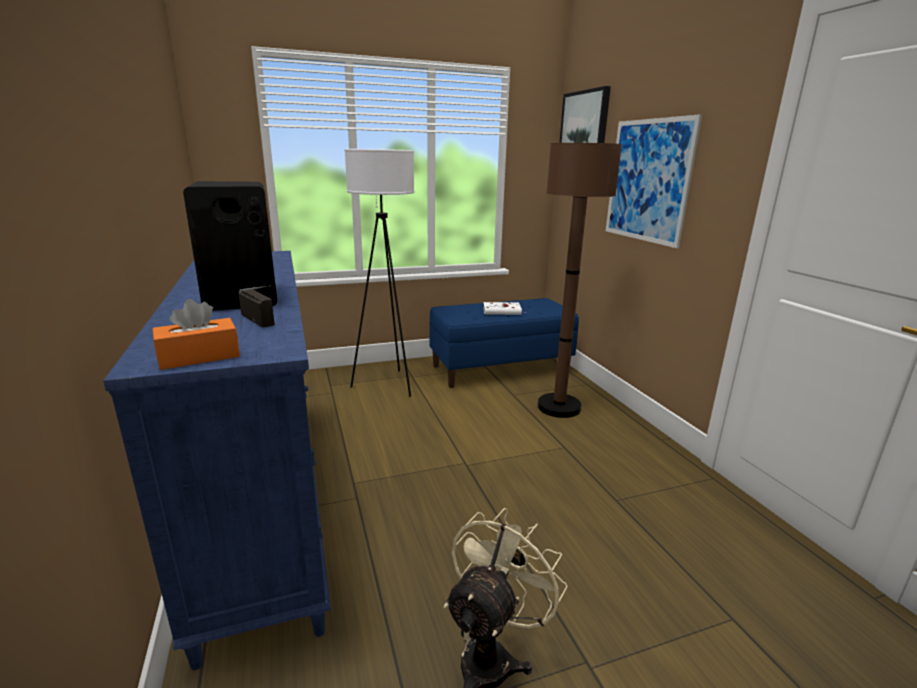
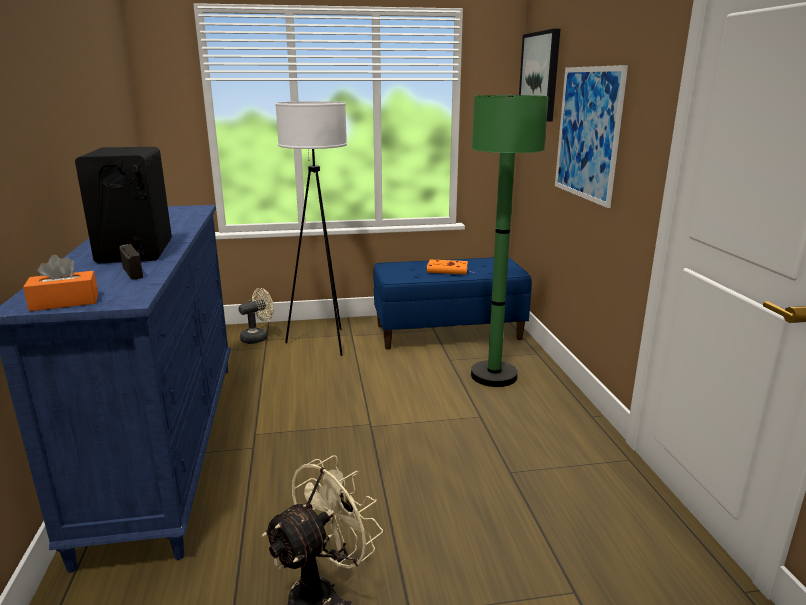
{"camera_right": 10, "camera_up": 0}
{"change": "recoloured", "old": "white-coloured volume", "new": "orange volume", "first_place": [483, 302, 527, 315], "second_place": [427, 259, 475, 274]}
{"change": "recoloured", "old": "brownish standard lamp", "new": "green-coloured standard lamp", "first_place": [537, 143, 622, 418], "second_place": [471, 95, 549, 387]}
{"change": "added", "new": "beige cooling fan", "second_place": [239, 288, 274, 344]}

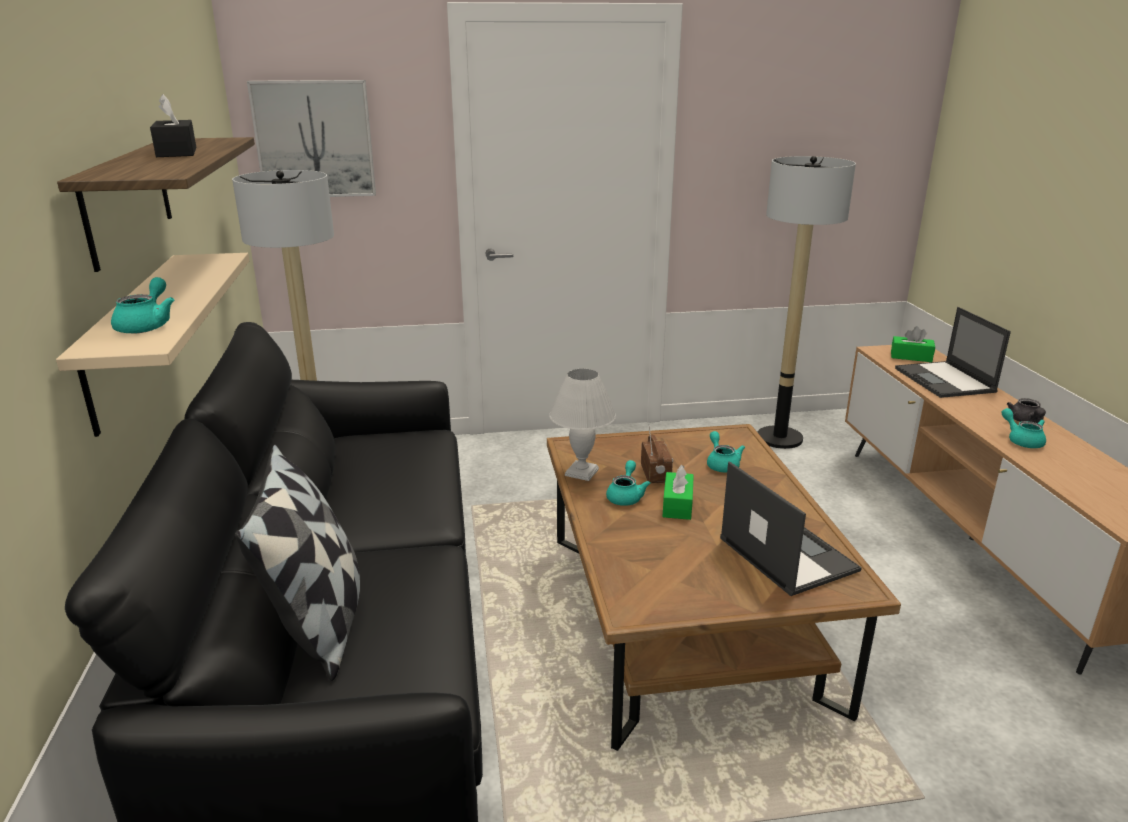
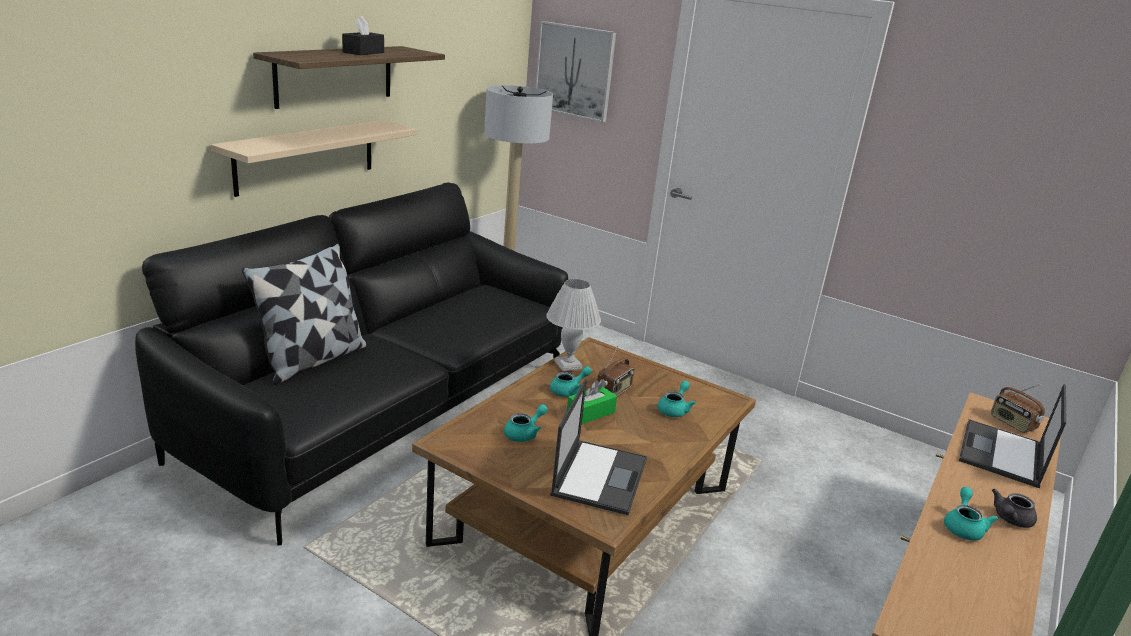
{"camera_right": 40, "camera_up": 0}
{"change": "moved", "old": "turquoise-coloured teapot", "first_place": [111, 277, 174, 333], "second_place": [504, 404, 548, 442]}
{"change": "removed", "old": "standard lamp", "first_place": [758, 156, 856, 449]}
{"change": "replaced", "old": "green-coloured box of tissues", "new": "radio receiver", "first_place": [891, 326, 935, 362], "second_place": [991, 384, 1045, 433]}

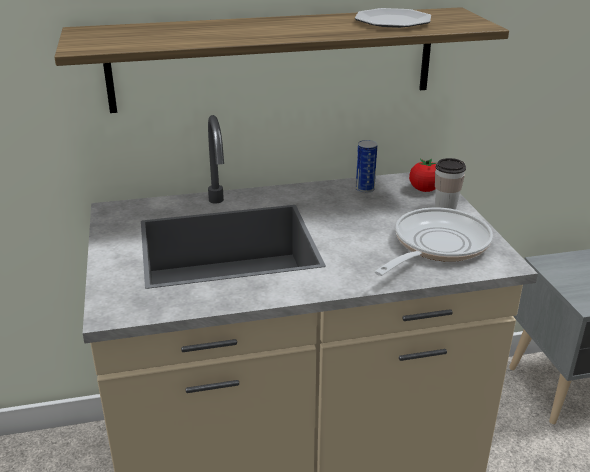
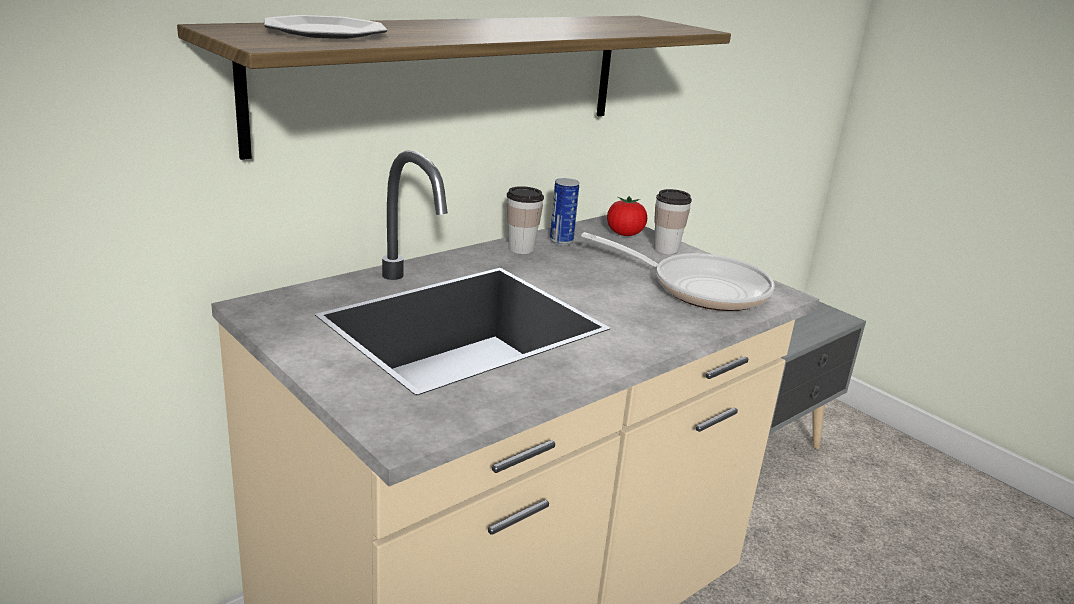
{"camera_right": -30, "camera_up": -5}
{"change": "moved", "old": "flat dish", "first_place": [355, 8, 431, 28], "second_place": [264, 15, 387, 39]}
{"change": "turned", "old": "skillet", "first_place": [374, 208, 493, 276], "second_place": [581, 232, 775, 311], "degrees": 105}
{"change": "added", "new": "cup", "second_place": [507, 186, 544, 254]}

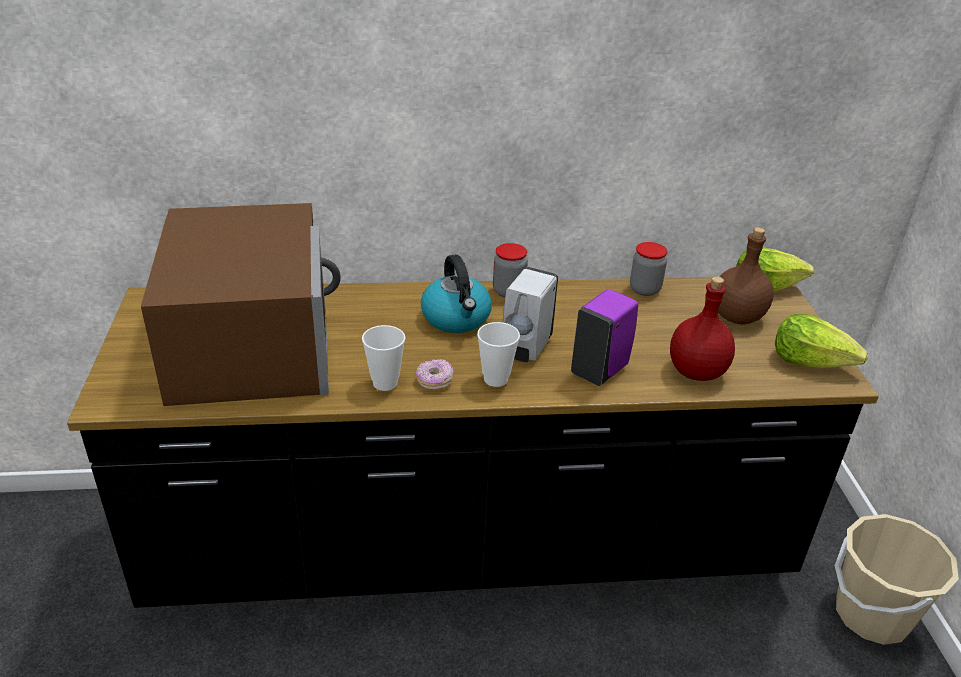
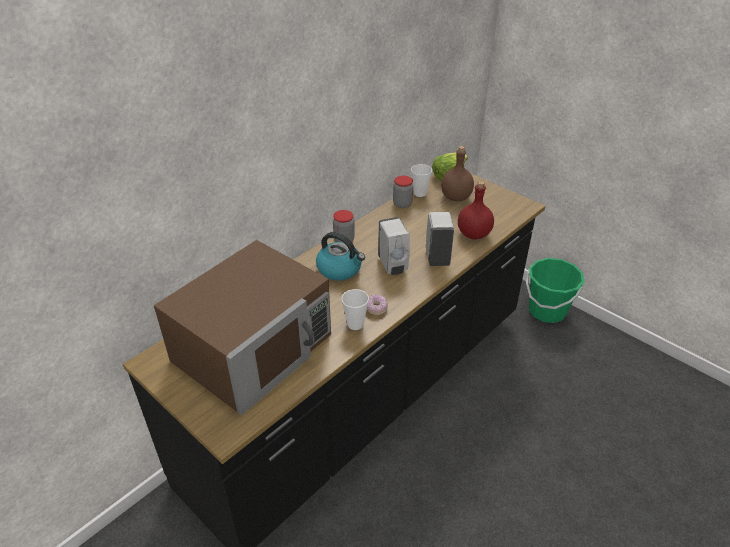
{"camera_right": -40, "camera_up": 5}
{"change": "turned", "old": "brownish microwave", "first_place": [141, 203, 341, 406], "second_place": [154, 240, 331, 415], "degrees": 90}
{"change": "moved", "old": "cup", "first_place": [477, 322, 520, 387], "second_place": [411, 164, 432, 197]}
{"change": "recoloured", "old": "purplish liquid soap bottle", "new": "white-coloured liquid soap bottle", "first_place": [571, 289, 638, 386], "second_place": [426, 212, 454, 266]}
{"change": "removed", "old": "head of lettuce", "first_place": [775, 313, 868, 368]}
{"change": "recoloured", "old": "beige bucket", "new": "green-coloured bucket", "first_place": [835, 514, 959, 645], "second_place": [526, 258, 584, 323]}

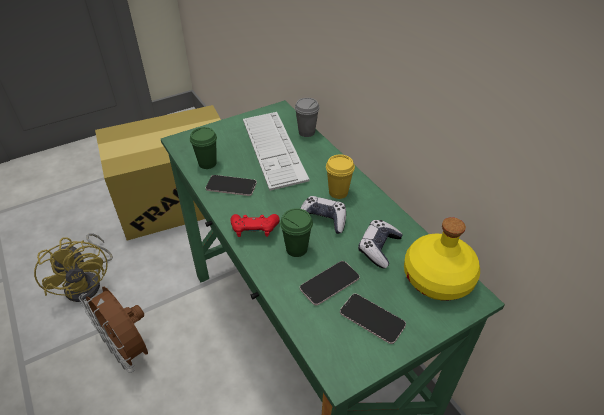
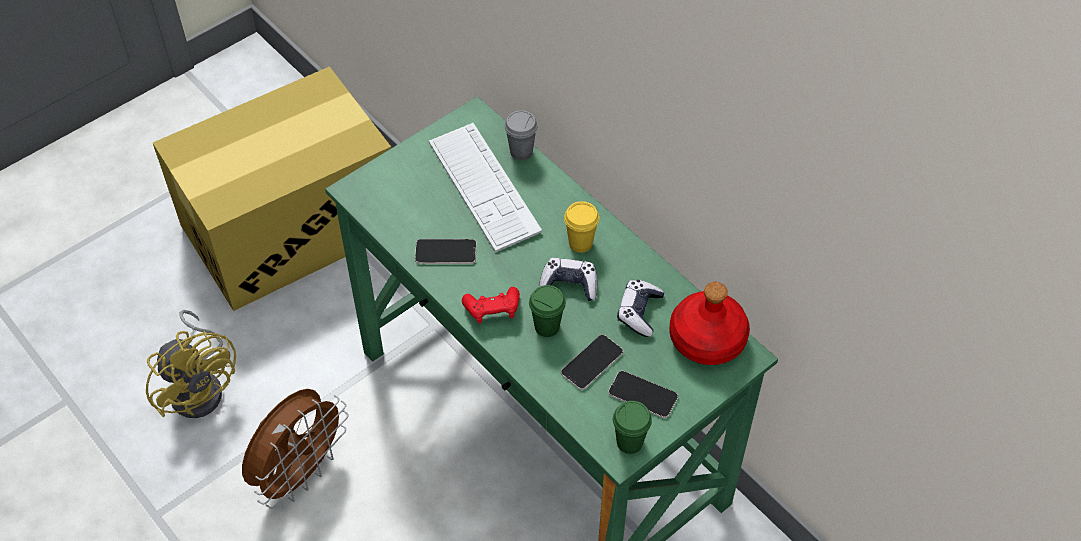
{"camera_right": -10, "camera_up": 10}
{"change": "turned", "old": "brownish cooling fan", "first_place": [79, 287, 148, 373], "second_place": [242, 389, 349, 509], "degrees": -90}
{"change": "moved", "old": "green-coloured cup", "first_place": [190, 127, 217, 169], "second_place": [613, 401, 652, 454]}
{"change": "recoloured", "old": "yellow beverage bottle", "new": "red beverage bottle", "first_place": [404, 217, 480, 301], "second_place": [670, 282, 750, 365]}

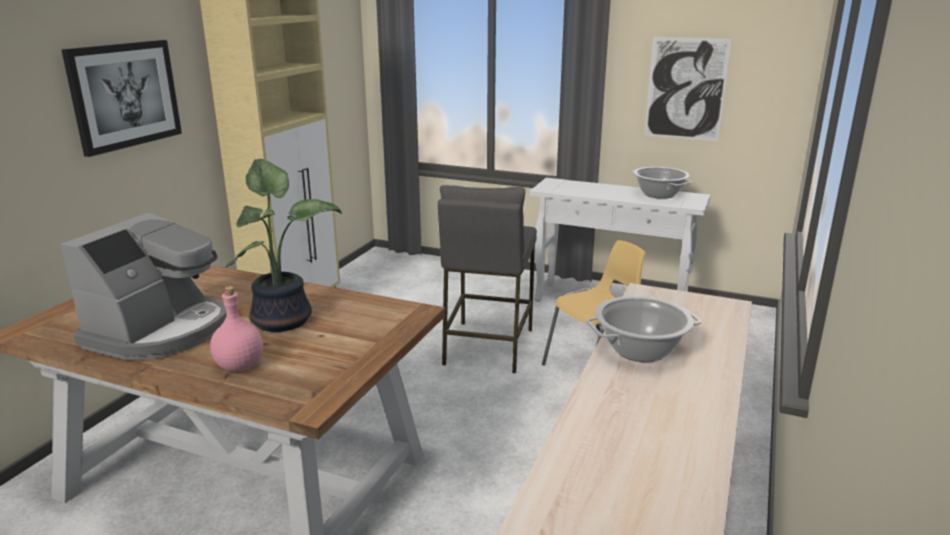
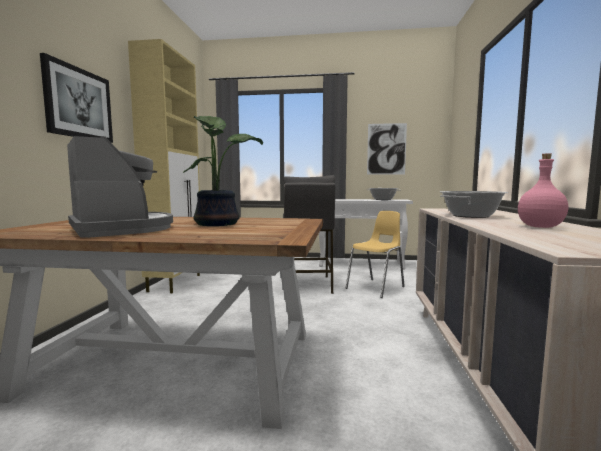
{"camera_right": -15, "camera_up": -15}
{"change": "turned", "old": "coffee brewer", "first_place": [60, 212, 227, 360], "second_place": [67, 136, 173, 238], "degrees": -45}
{"change": "moved", "old": "pinkish beverage bottle", "first_place": [210, 286, 263, 372], "second_place": [518, 153, 568, 228]}

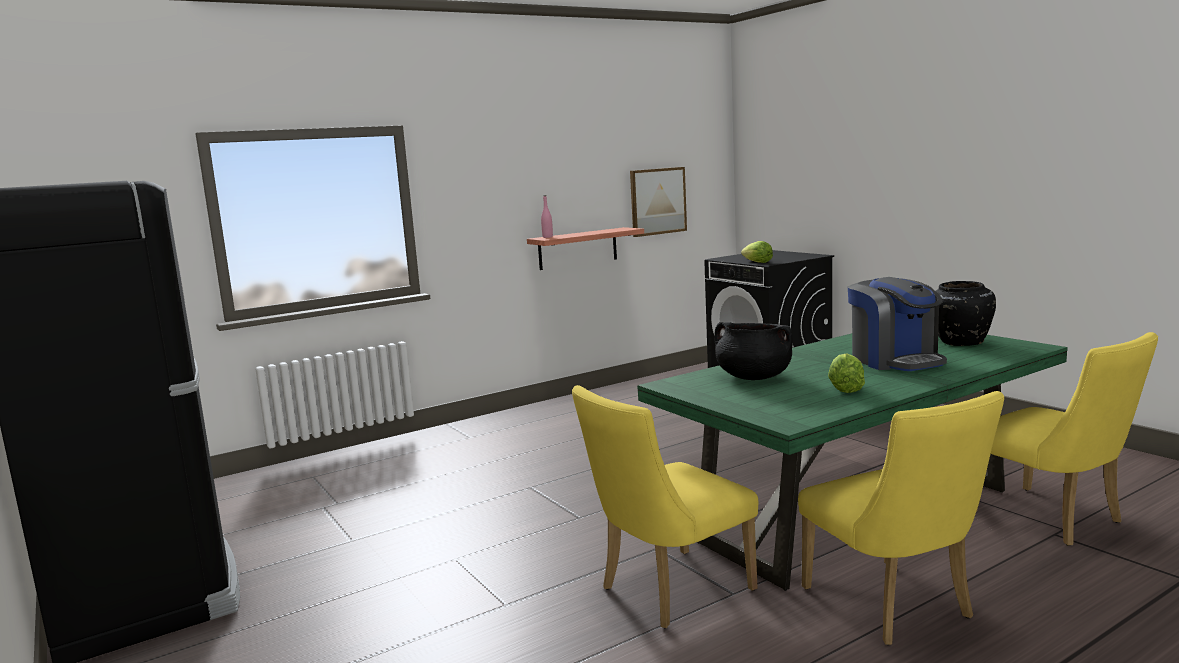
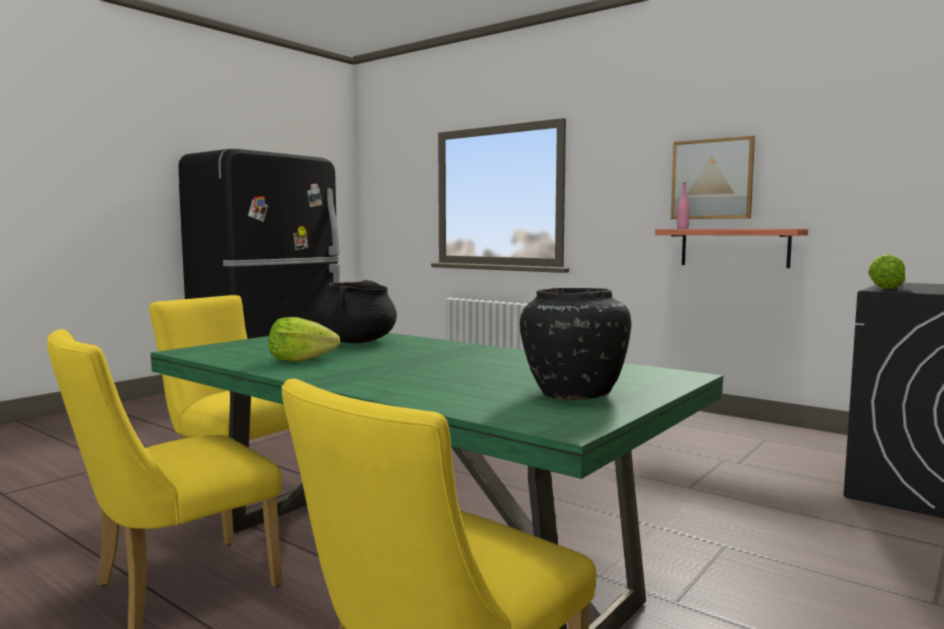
{"camera_right": 70, "camera_up": -5}
{"change": "moved", "old": "wall picture", "first_place": [630, 167, 687, 237], "second_place": [671, 136, 755, 219]}
{"change": "removed", "old": "coffee brewer", "first_place": [848, 277, 947, 371]}

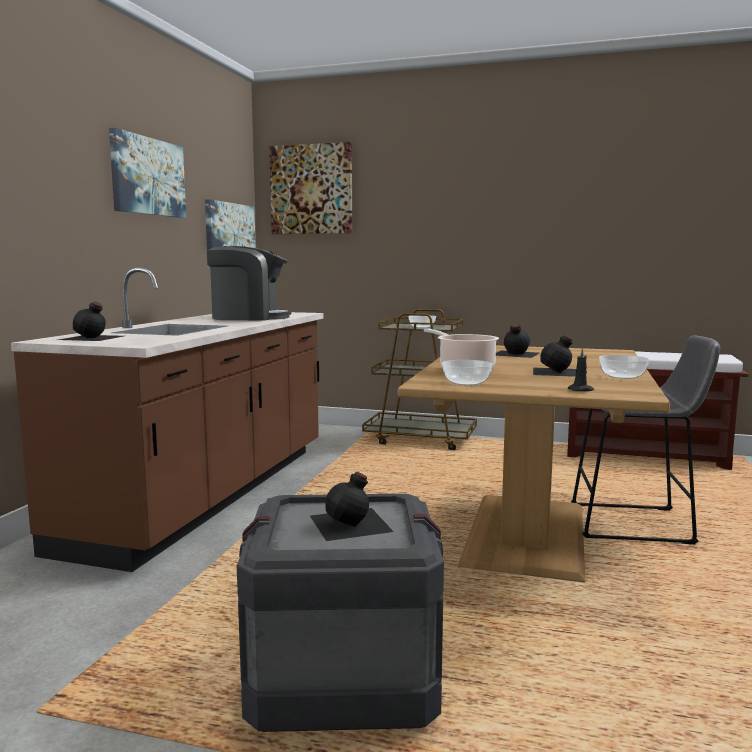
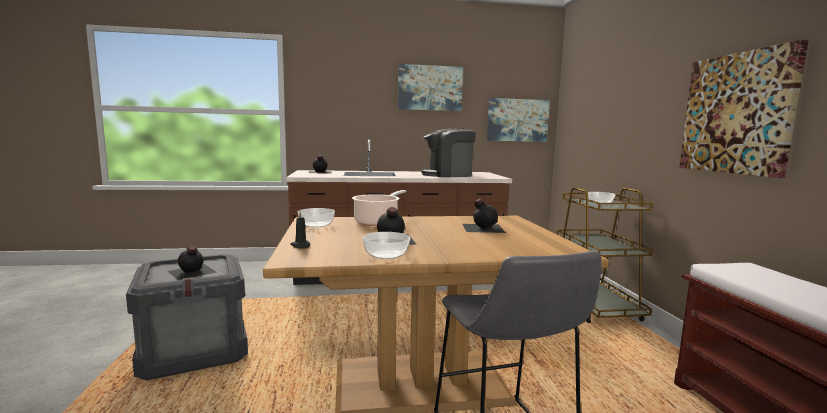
{"camera_right": 65, "camera_up": 0}
{"change": "turned", "old": "coffee brewer", "first_place": [207, 246, 291, 321], "second_place": [421, 128, 476, 177], "degrees": 105}
{"change": "moved", "old": "wall picture", "first_place": [269, 142, 352, 234], "second_place": [679, 40, 809, 178]}

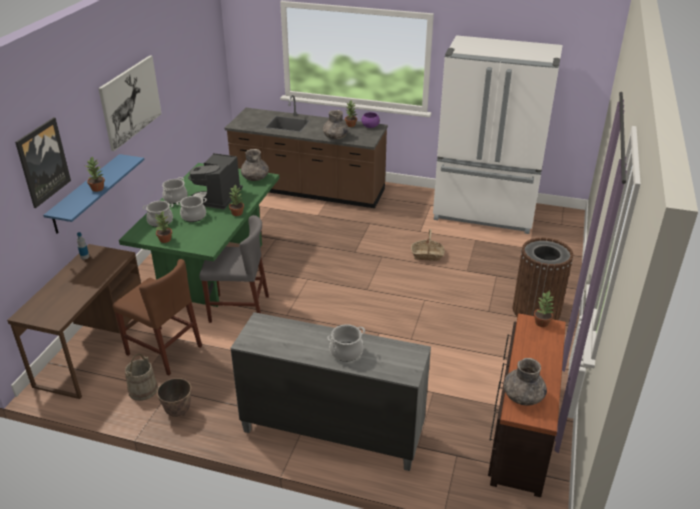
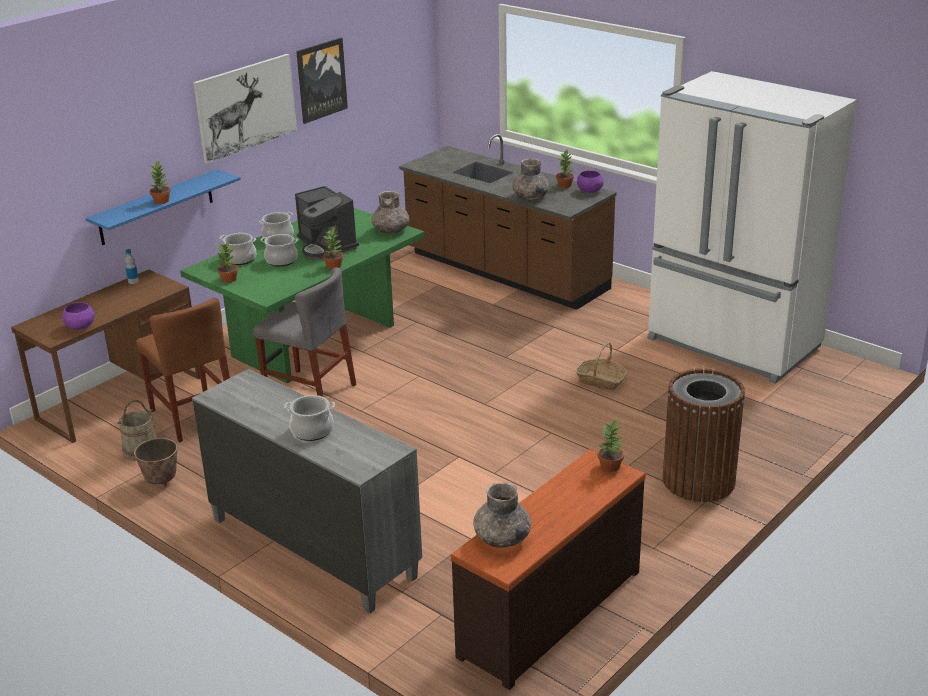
{"camera_right": 25, "camera_up": -5}
{"change": "moved", "old": "wall picture", "first_place": [15, 117, 71, 208], "second_place": [296, 38, 348, 124]}
{"change": "turned", "old": "coffee brewer", "first_place": [188, 153, 243, 209], "second_place": [295, 186, 359, 259], "degrees": -75}
{"change": "added", "new": "purplish deep dish", "second_place": [62, 302, 95, 330]}

